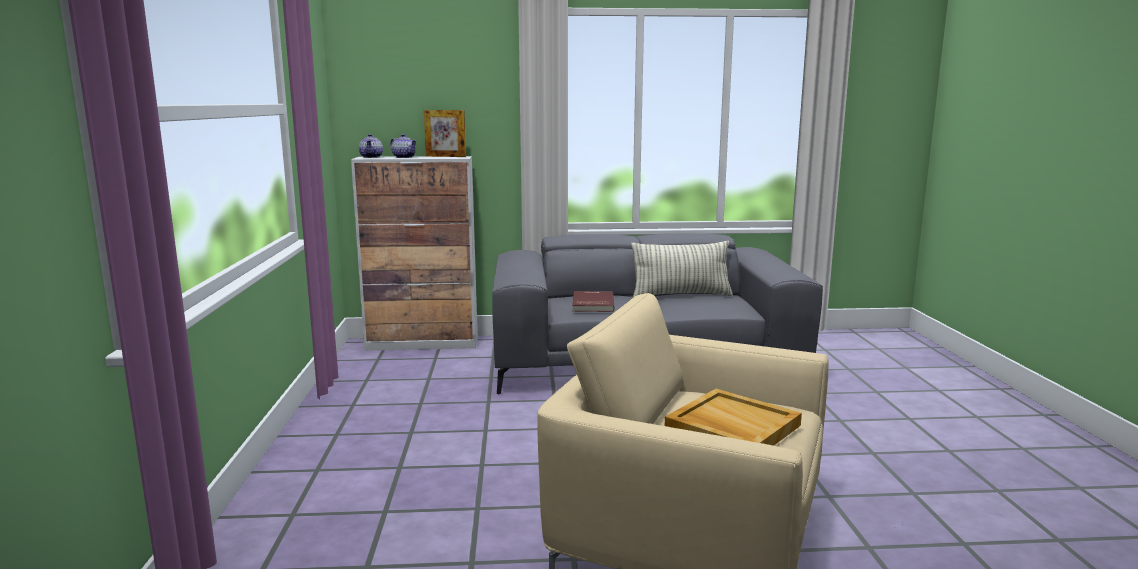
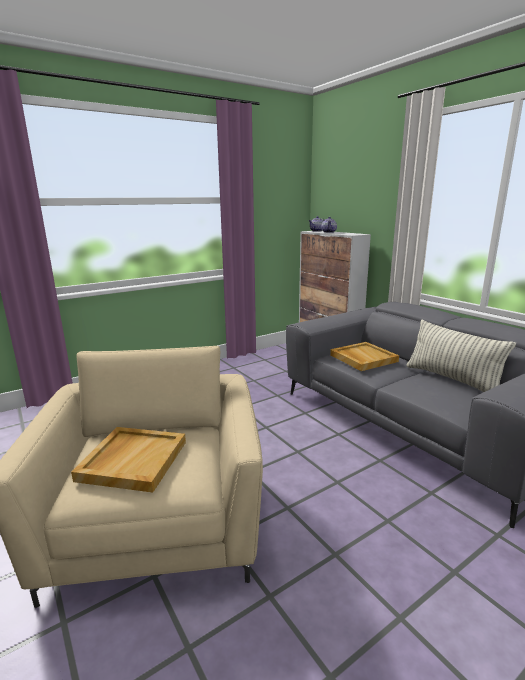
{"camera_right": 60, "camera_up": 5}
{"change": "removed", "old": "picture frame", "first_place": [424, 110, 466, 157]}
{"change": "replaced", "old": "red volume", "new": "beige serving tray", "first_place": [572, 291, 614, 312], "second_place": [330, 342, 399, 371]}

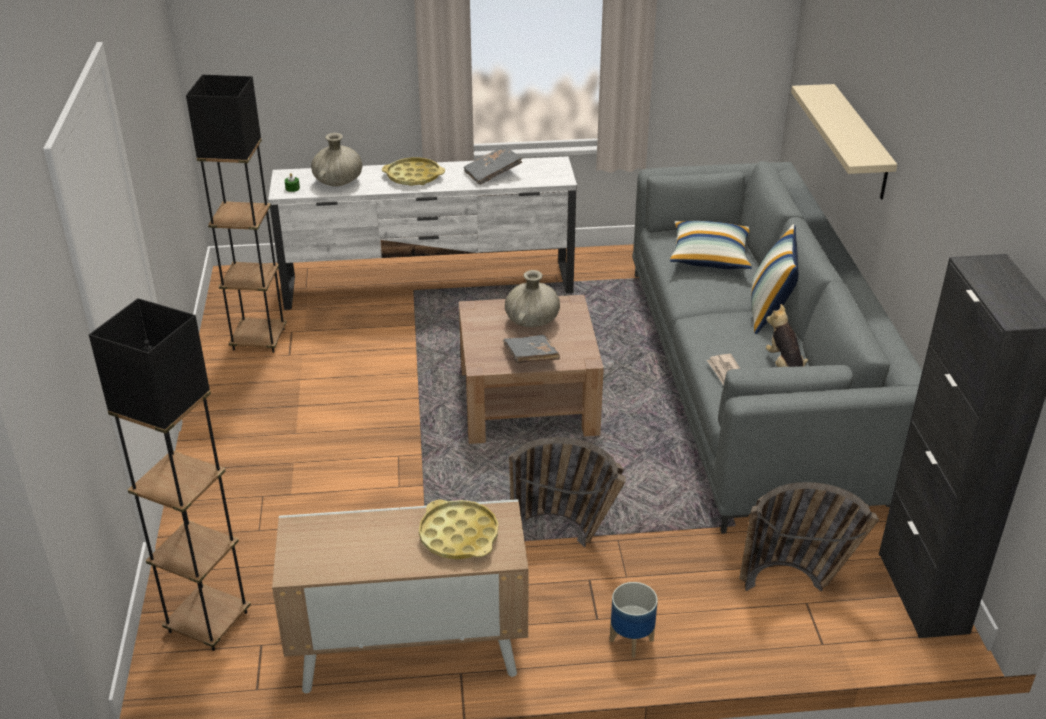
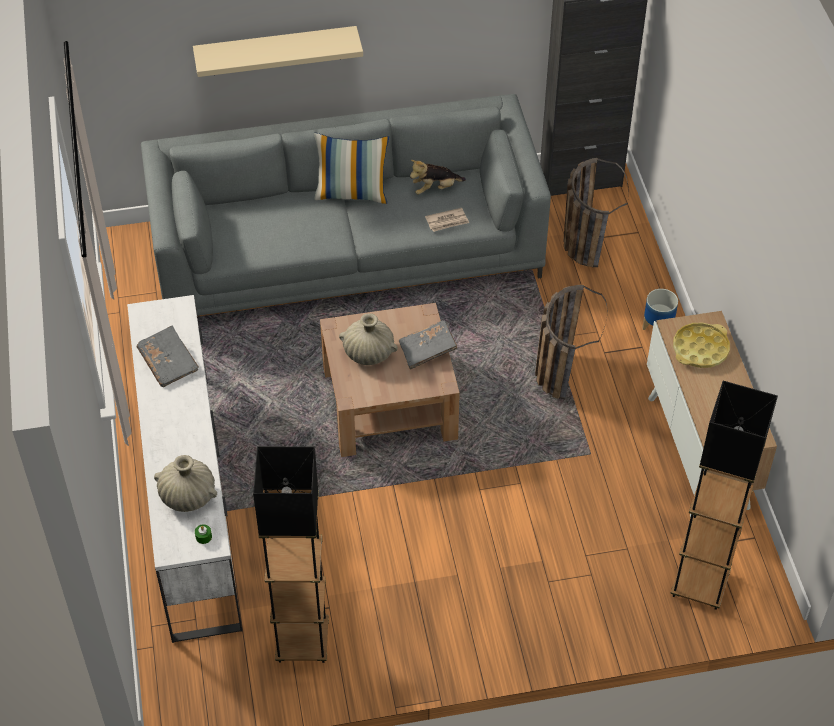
{"camera_right": -95, "camera_up": 15}
{"change": "removed", "old": "yellow serving tray", "first_place": [382, 157, 445, 186]}
{"change": "removed", "old": "pillow", "first_place": [670, 221, 752, 269]}

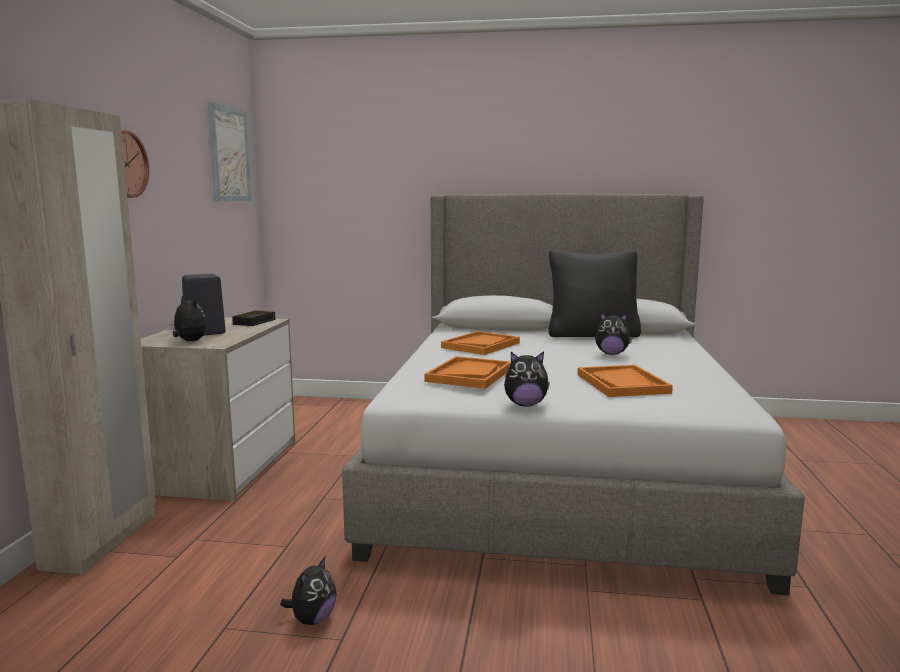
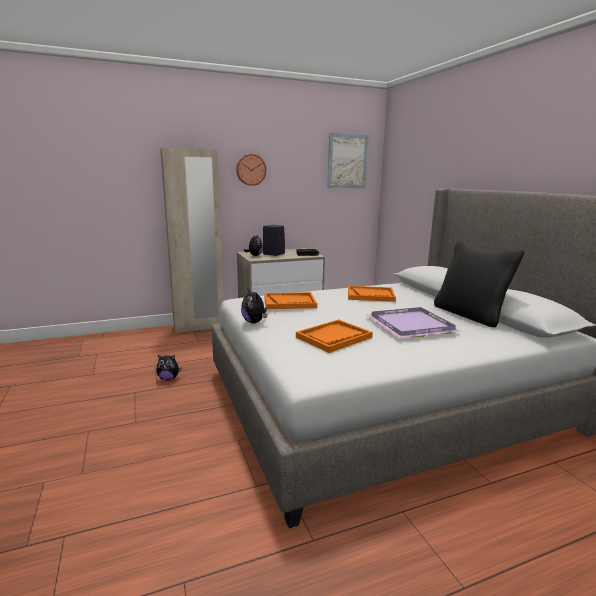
{"camera_right": 60, "camera_up": 5}
{"change": "replaced", "old": "plush toy", "new": "purplish serving tray", "first_place": [595, 312, 632, 355], "second_place": [367, 307, 461, 338]}

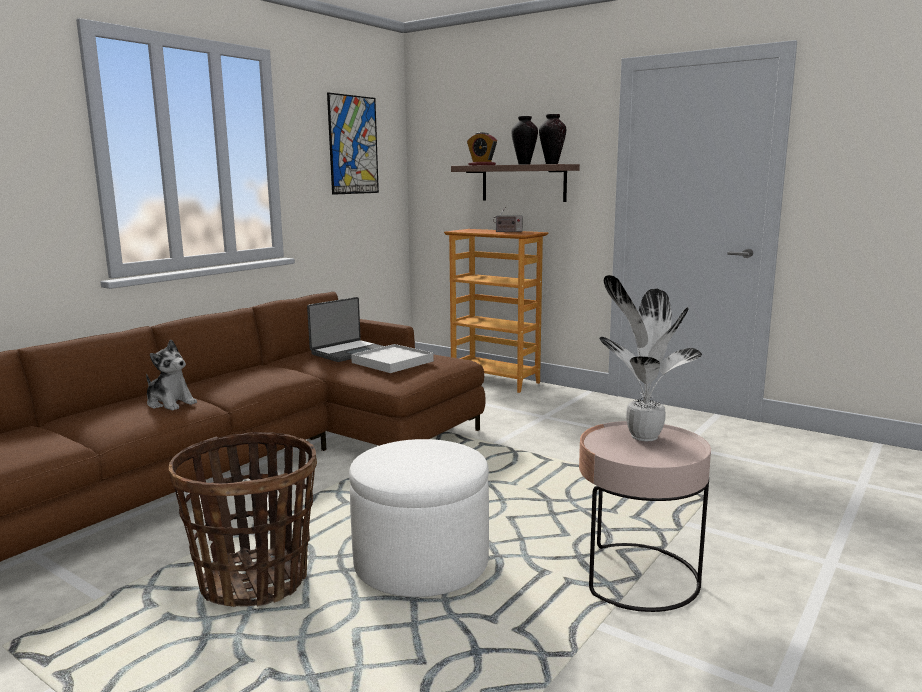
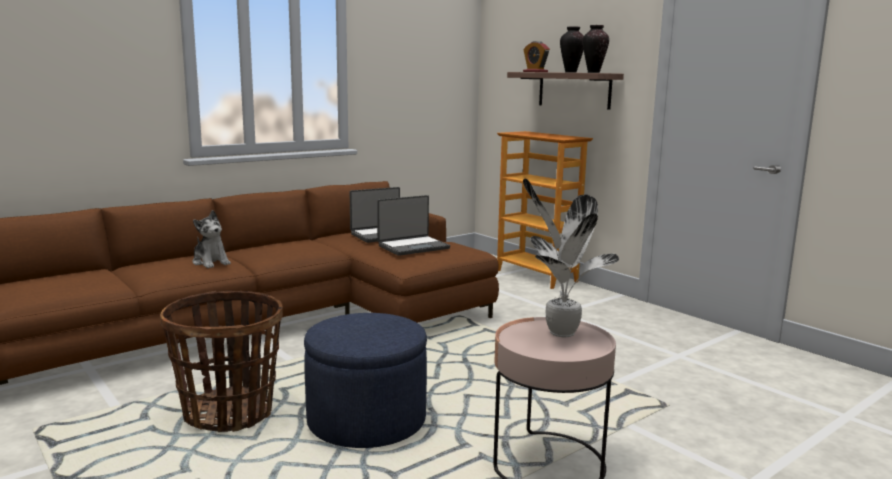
{"camera_right": 15, "camera_up": 0}
{"change": "removed", "old": "wall picture", "first_place": [327, 92, 379, 195]}
{"change": "recoloured", "old": "white-coloured pouffe", "new": "bluish pouffe", "first_place": [349, 439, 489, 597], "second_place": [304, 313, 427, 448]}
{"change": "replaced", "old": "white-coloured serving tray", "new": "laptop", "first_place": [351, 344, 434, 373], "second_place": [377, 195, 450, 256]}
{"change": "removed", "old": "radio receiver", "first_place": [493, 207, 523, 232]}

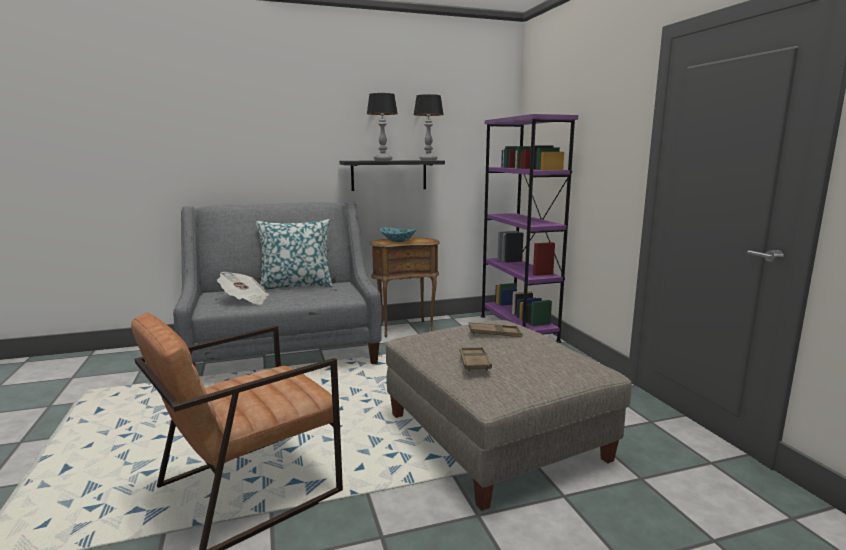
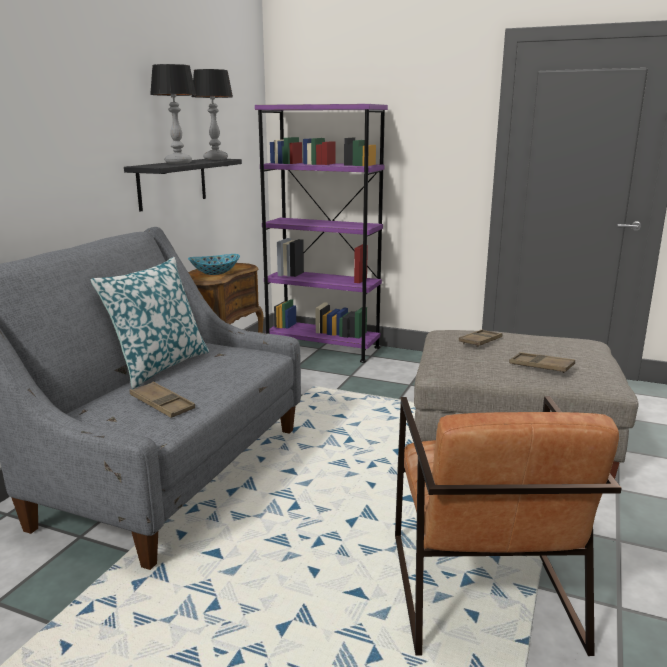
{"camera_right": -50, "camera_up": 5}
{"change": "replaced", "old": "newspaper", "new": "brownish serving tray", "first_place": [217, 272, 269, 305], "second_place": [130, 382, 195, 418]}

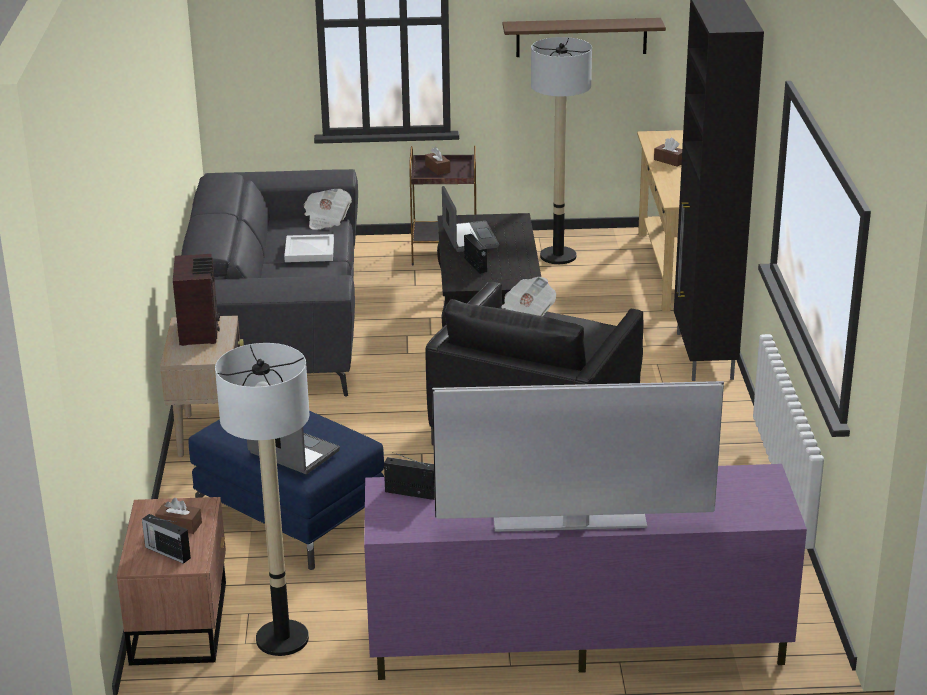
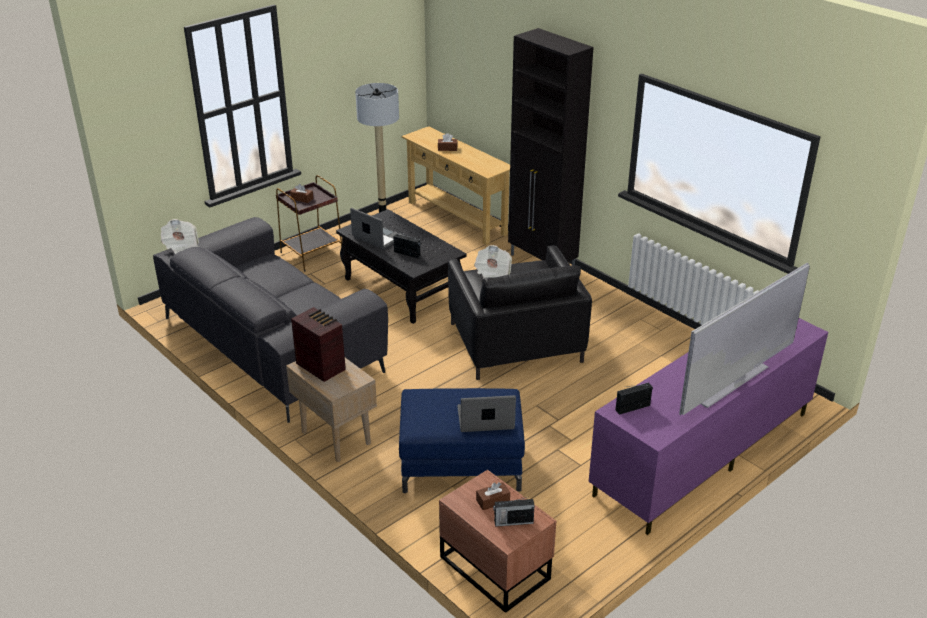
{"camera_right": -40, "camera_up": 5}
{"change": "removed", "old": "standard lamp", "first_place": [215, 343, 309, 656]}
{"change": "removed", "old": "white-coloured serving tray", "first_place": [284, 234, 334, 262]}
{"change": "moved", "old": "newspaper", "first_place": [304, 189, 352, 230], "second_place": [161, 219, 199, 254]}
{"change": "removed", "old": "brownish bracket shelf", "first_place": [503, 18, 666, 57]}

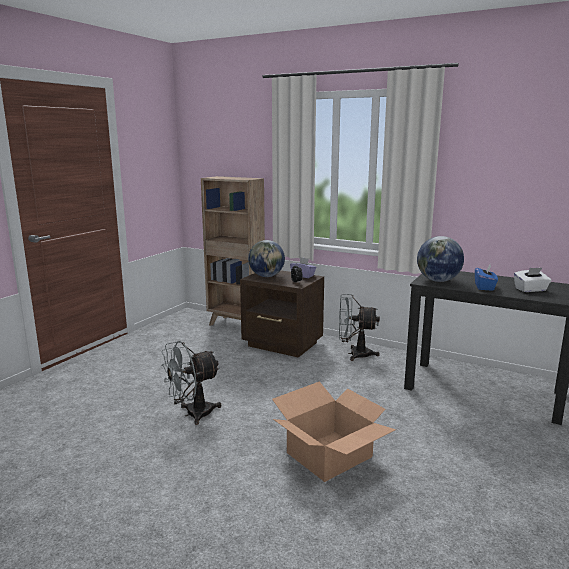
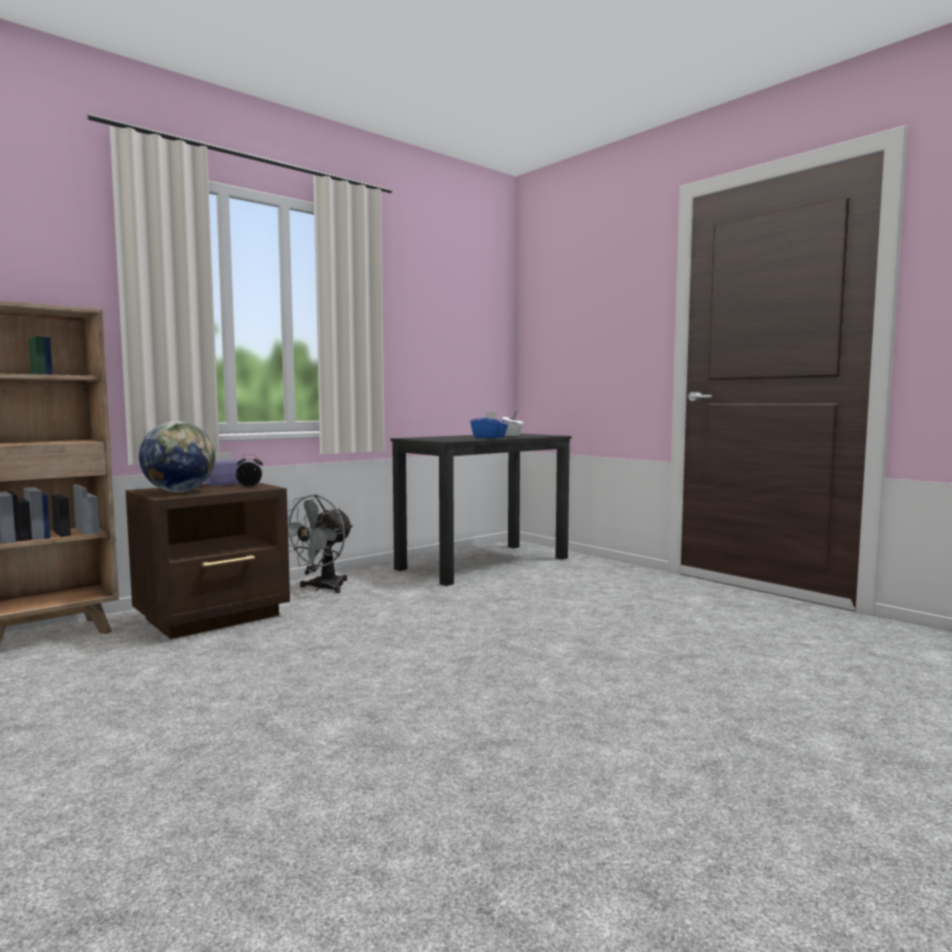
{"camera_right": -70, "camera_up": -10}
{"change": "removed", "old": "greyish cooling fan", "first_place": [161, 341, 221, 425]}
{"change": "removed", "old": "cardboard box", "first_place": [272, 381, 396, 482]}
{"change": "removed", "old": "world globe", "first_place": [417, 236, 464, 282]}

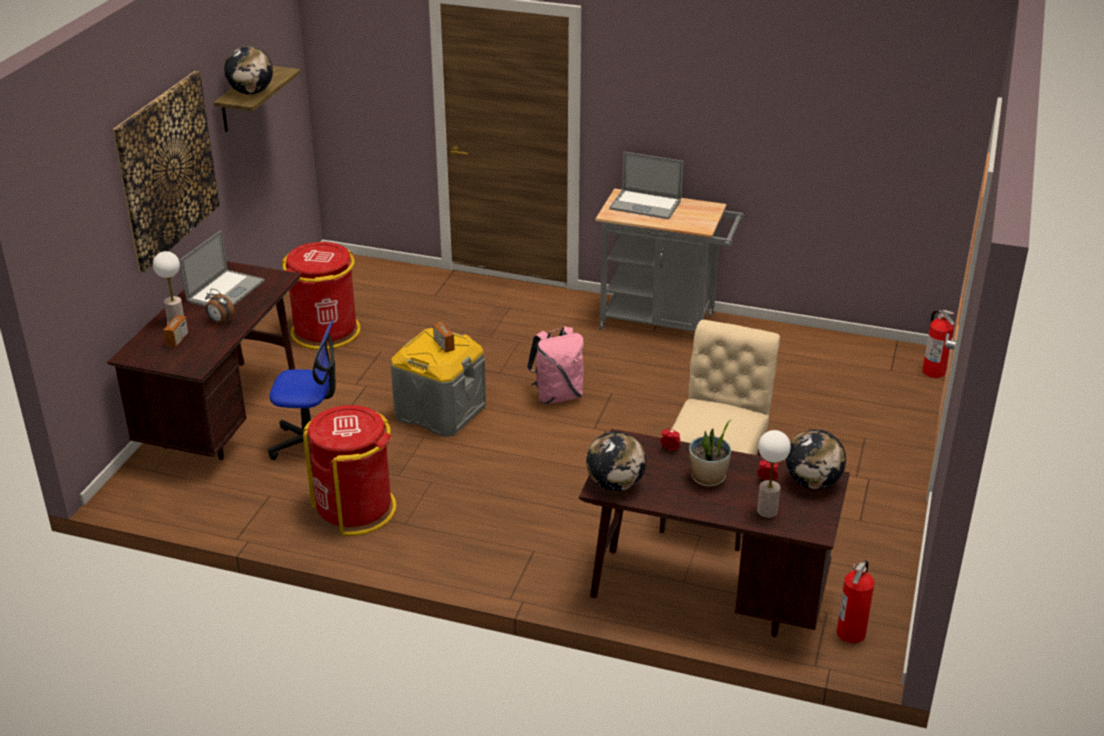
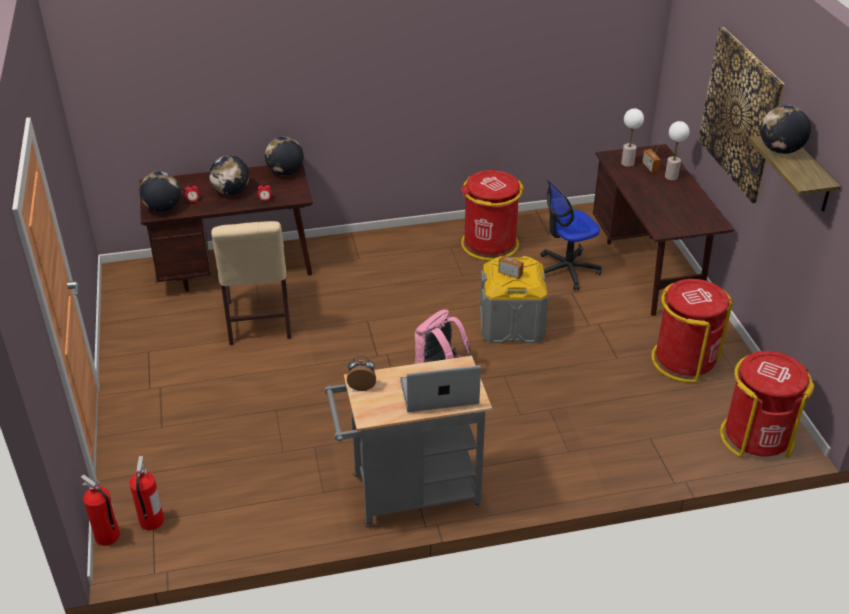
{"camera_right": 150, "camera_up": 5}
{"change": "removed", "old": "laptop", "first_place": [180, 230, 265, 307]}
{"change": "moved", "old": "alarm clock", "first_place": [205, 289, 235, 324], "second_place": [347, 356, 376, 391]}
{"change": "replaced", "old": "houseplant", "new": "world globe", "first_place": [689, 420, 731, 487], "second_place": [209, 155, 249, 195]}
{"change": "moved", "old": "tabletop lamp", "first_place": [757, 430, 791, 518], "second_place": [621, 108, 644, 167]}
{"change": "moved", "old": "extinguisher", "first_place": [837, 560, 874, 643], "second_place": [129, 456, 164, 530]}
{"change": "added", "new": "red waste bin", "second_place": [720, 351, 815, 457]}

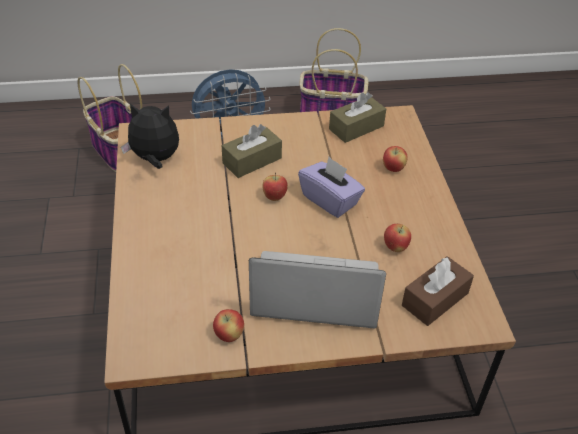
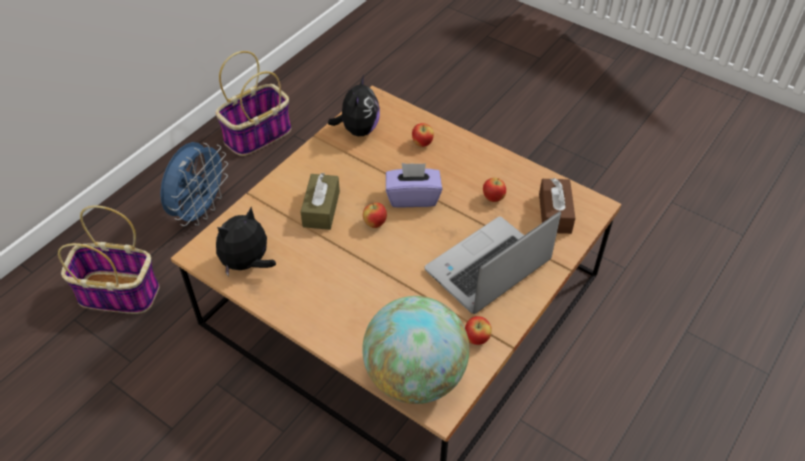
{"camera_right": -45, "camera_up": 5}
{"change": "replaced", "old": "brownish box of tissues", "new": "plush toy", "first_place": [329, 92, 386, 143], "second_place": [328, 75, 380, 136]}
{"change": "added", "new": "world globe", "second_place": [362, 296, 469, 404]}

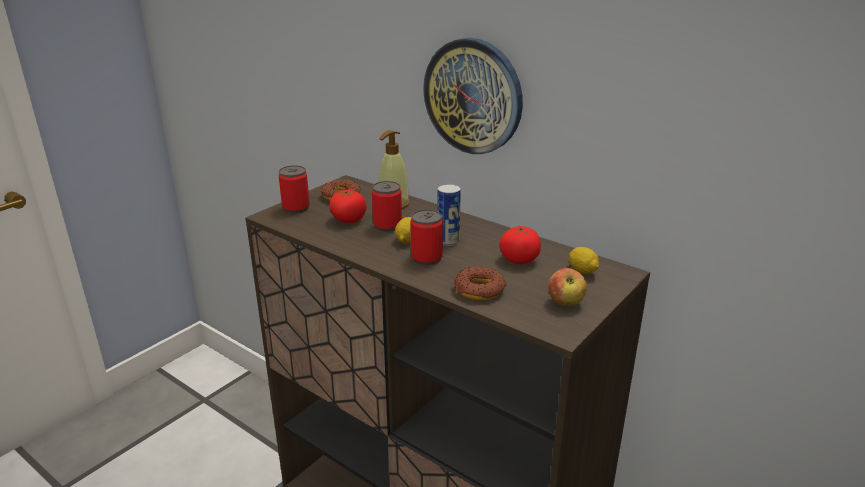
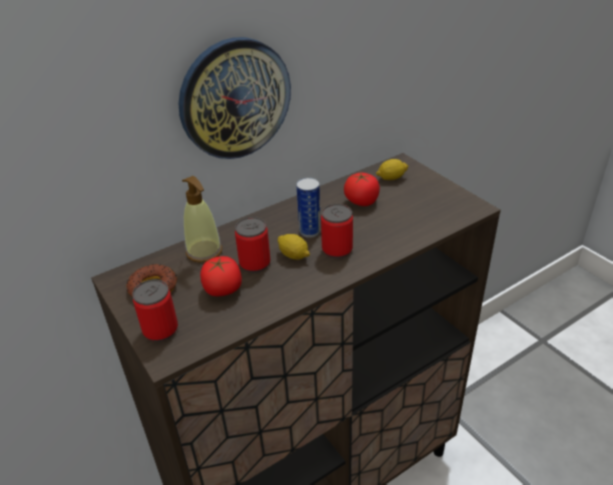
{"camera_right": -70, "camera_up": 10}
{"change": "removed", "old": "donut", "first_place": [454, 267, 506, 300]}
{"change": "removed", "old": "whole apple", "first_place": [548, 268, 587, 306]}

